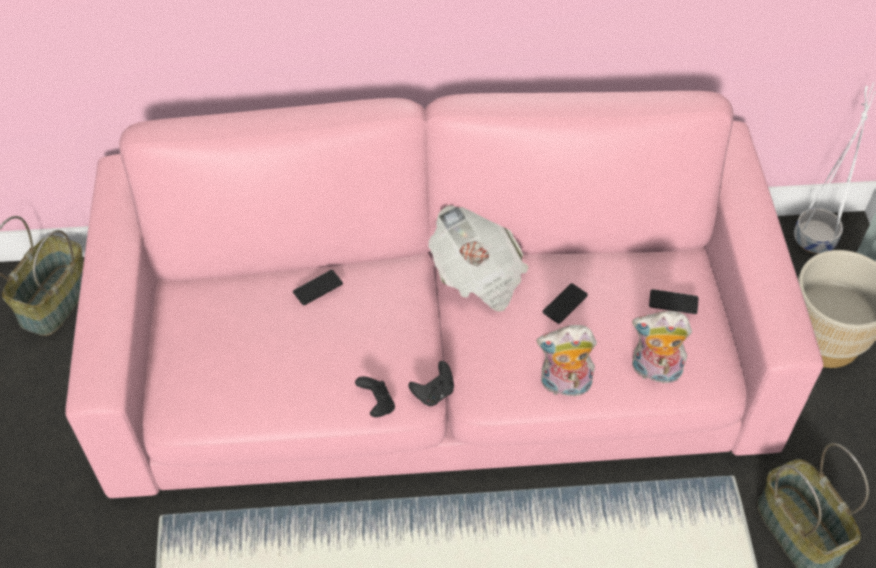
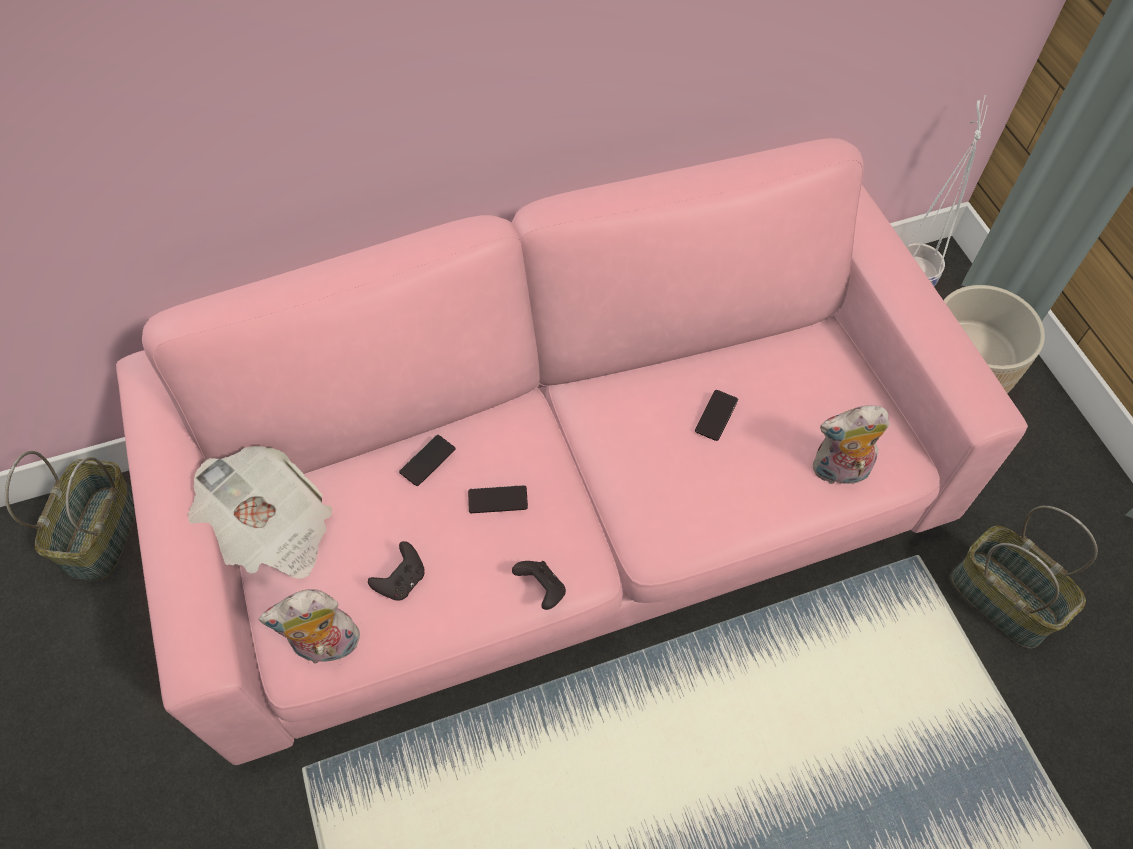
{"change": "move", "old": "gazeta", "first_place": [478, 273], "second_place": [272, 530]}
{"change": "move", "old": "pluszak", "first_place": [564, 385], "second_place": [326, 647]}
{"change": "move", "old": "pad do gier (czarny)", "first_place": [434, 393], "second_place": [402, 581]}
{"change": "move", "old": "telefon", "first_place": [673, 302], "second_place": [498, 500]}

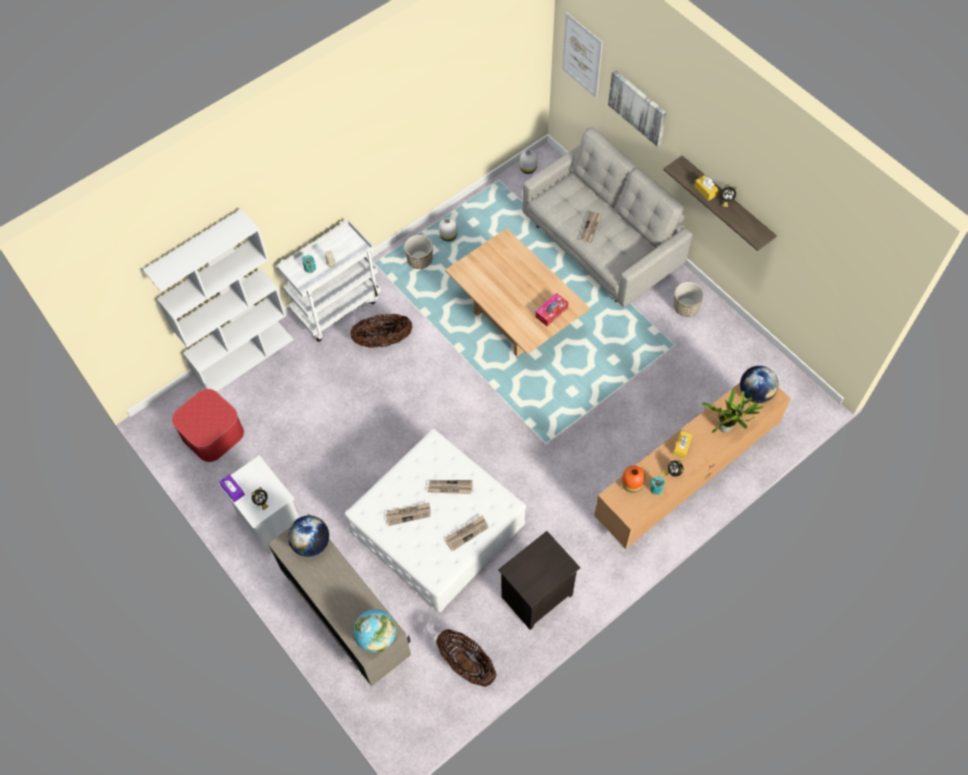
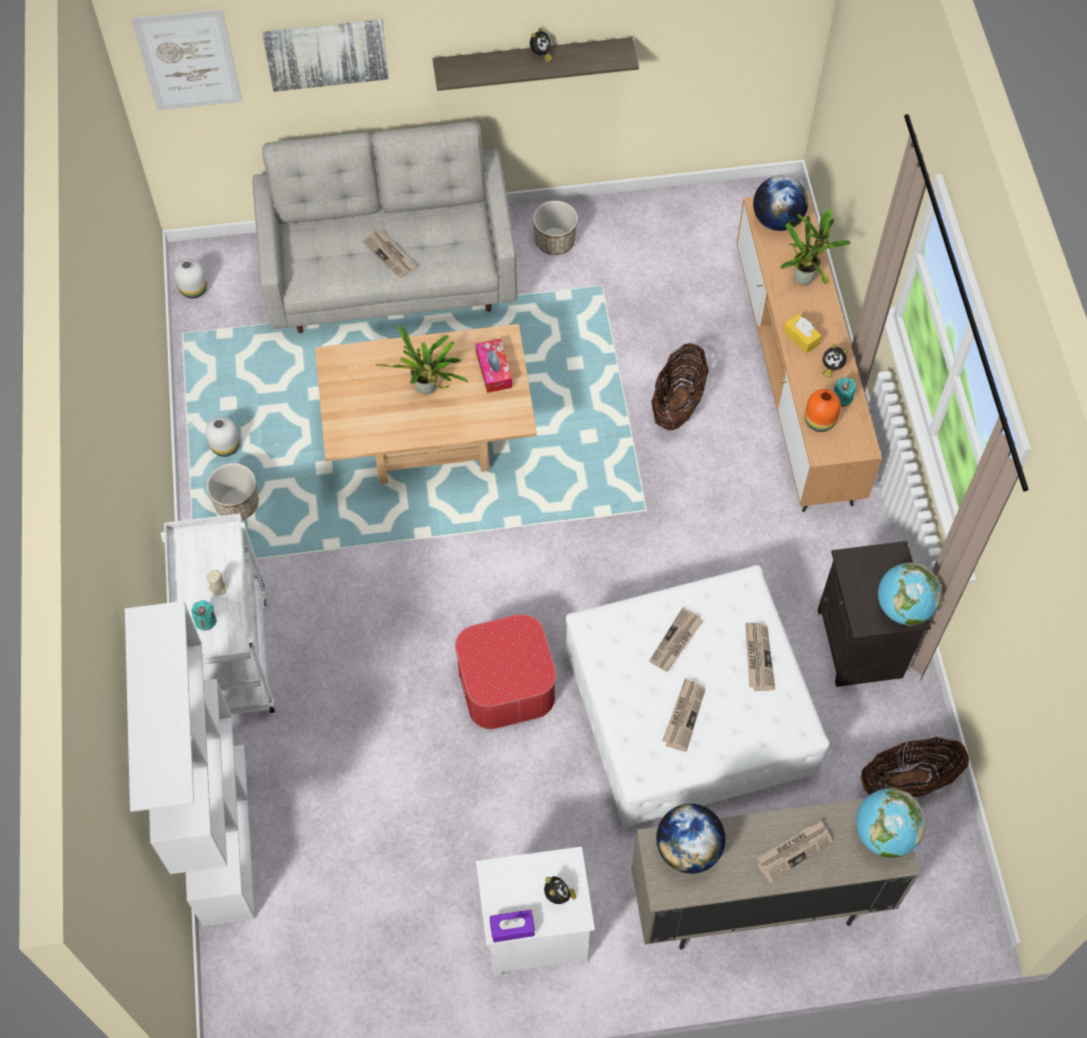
{"change": "insert", "new": "roślina doniczkowa", "second_place": [428, 390]}
{"change": "move", "old": "pufa", "first_place": [212, 433], "second_place": [506, 684]}
{"change": "move", "old": "koszyk", "first_place": [383, 340], "second_place": [677, 404]}
{"change": "insert", "new": "gazeta", "second_place": [794, 851]}
{"change": "insert", "new": "globus", "second_place": [903, 608]}
{"change": "delete", "old": "pudełko chusteczek (żółty)", "first_place": [705, 191]}

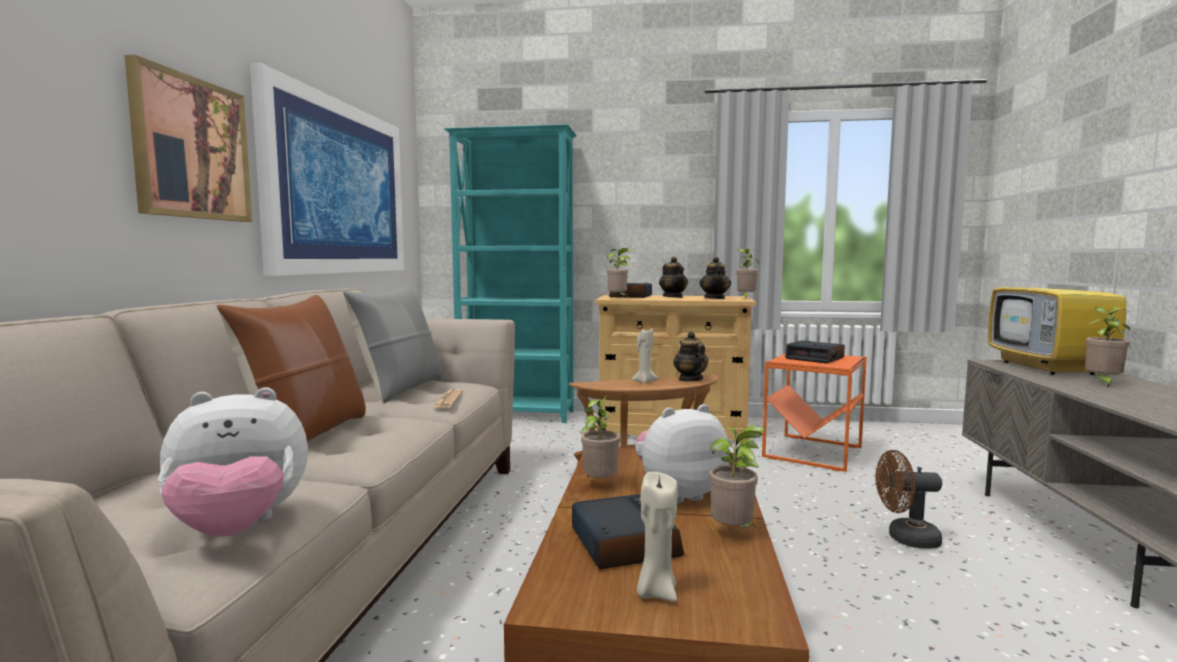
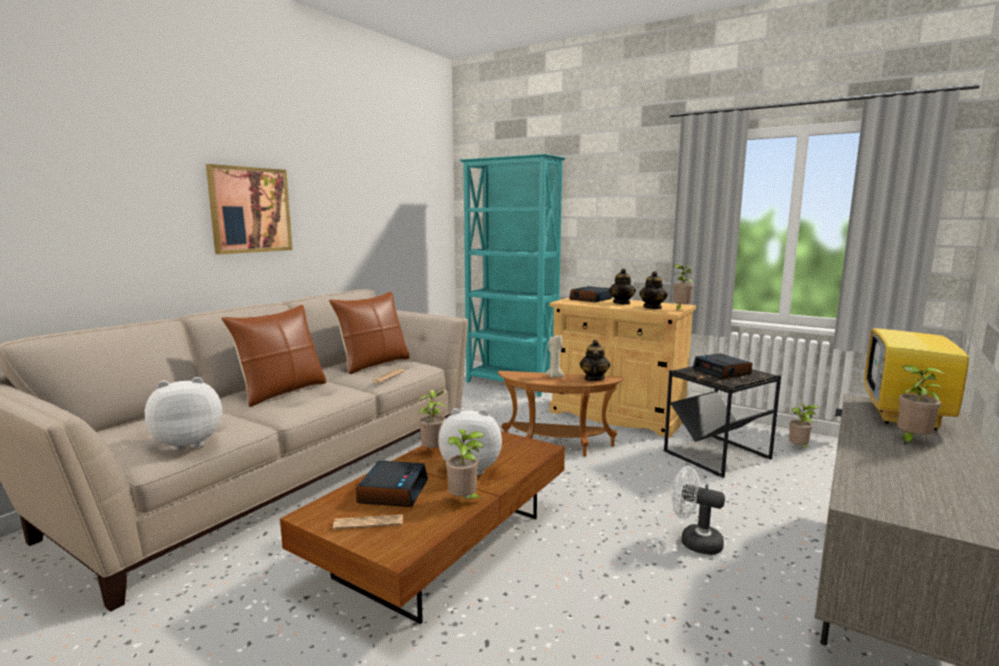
{"change": "rotate", "old": "pluszak", "first_place": [238, 529], "second_place": [189, 443], "degrees": 150}
{"change": "recolor", "old": "poduszka (szary)", "new": "poduszka (brązowy)", "first_place": [400, 389], "second_place": [373, 364]}
{"change": "replace", "old": "świeca (beżowy)", "new": "gazeta", "first_place": [656, 592], "second_place": [368, 523]}
{"change": "recolor", "old": "stolik (pomarańczowy)", "new": "stolik (czarny)", "first_place": [813, 452], "second_place": [718, 455]}
{"change": "recolor", "old": "wentylator (brązowy)", "new": "wentylator (biały)", "first_place": [905, 539], "second_place": [694, 542]}
{"change": "move", "old": "roślina doniczkowa", "first_place": [618, 298], "second_place": [799, 449]}
{"change": "delete", "old": "obraz", "first_place": [339, 188]}

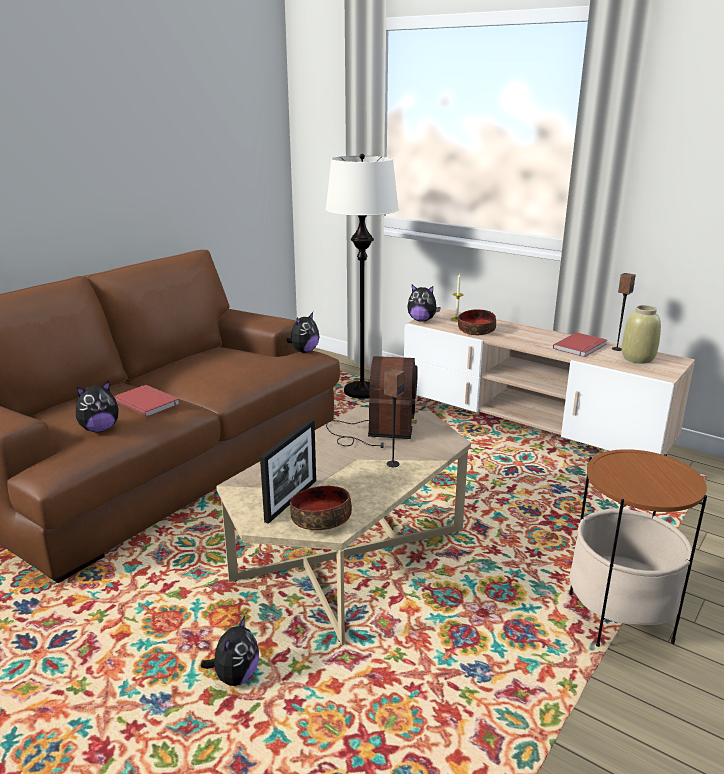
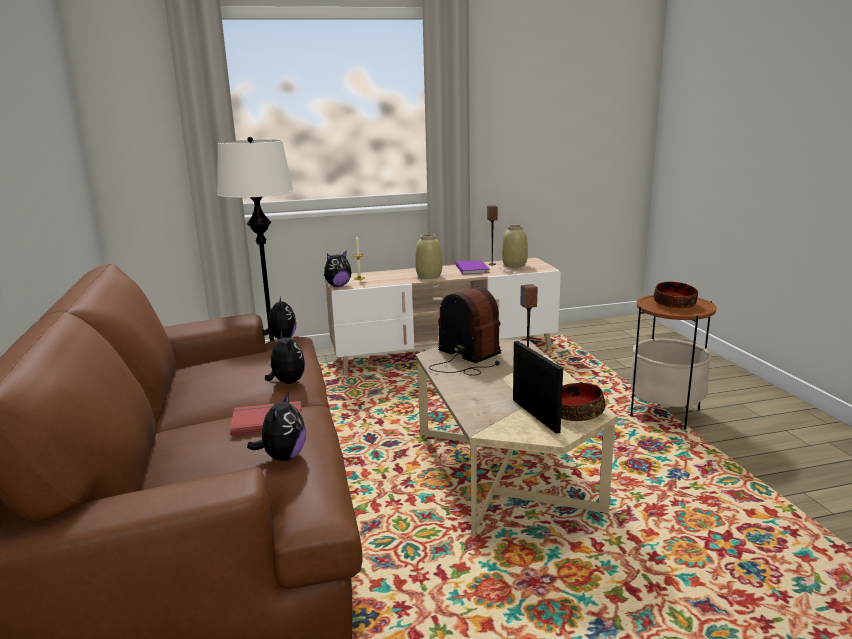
{"change": "move", "old": "pluszak", "first_place": [235, 676], "second_place": [286, 382]}
{"change": "insert", "new": "wazon (beżowy)", "second_place": [429, 276]}
{"change": "recolor", "old": "książka (czerwony)", "new": "książka (fioletowy)", "first_place": [581, 347], "second_place": [473, 269]}
{"change": "move", "old": "miska", "first_place": [476, 330], "second_place": [674, 304]}

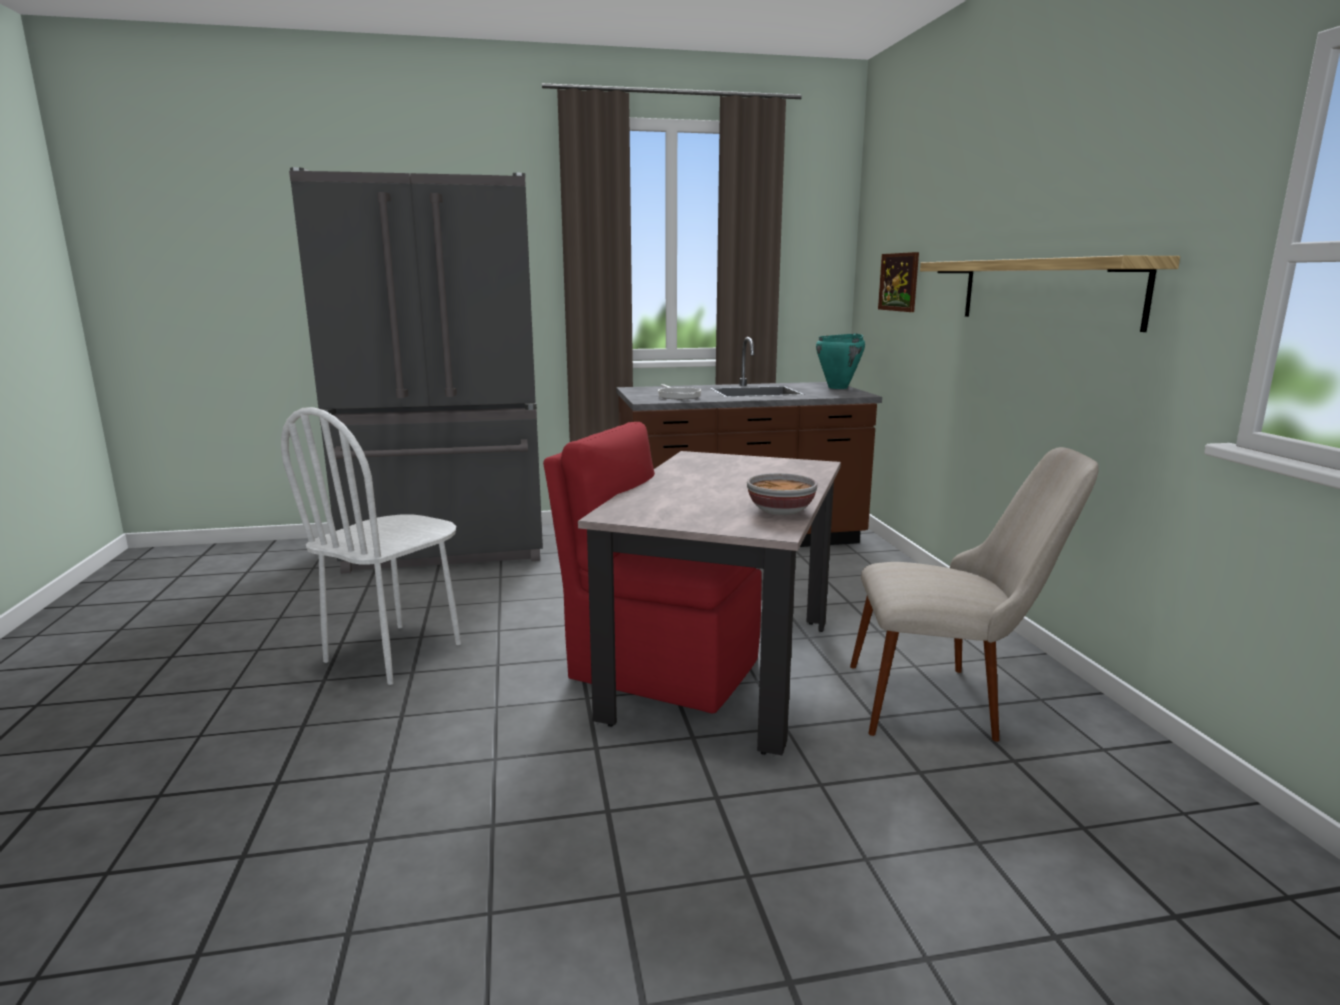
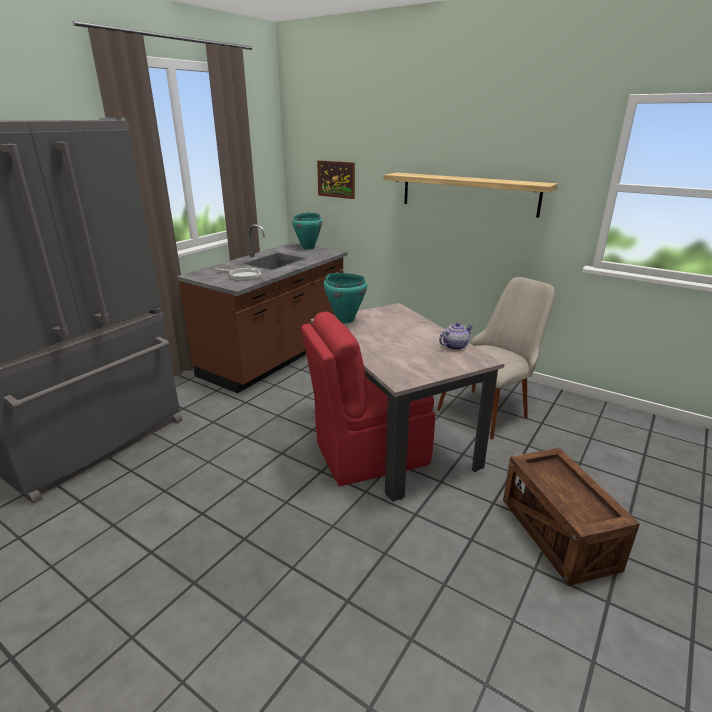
{"change": "insert", "new": "garnek (turkusowy)", "second_place": [345, 320]}
{"change": "replace", "old": "miska", "new": "imbryk", "first_place": [780, 510], "second_place": [454, 346]}
{"change": "insert", "new": "skrzynka", "second_place": [558, 534]}
{"change": "delete", "old": "krzesło (biały)", "first_place": [394, 653]}

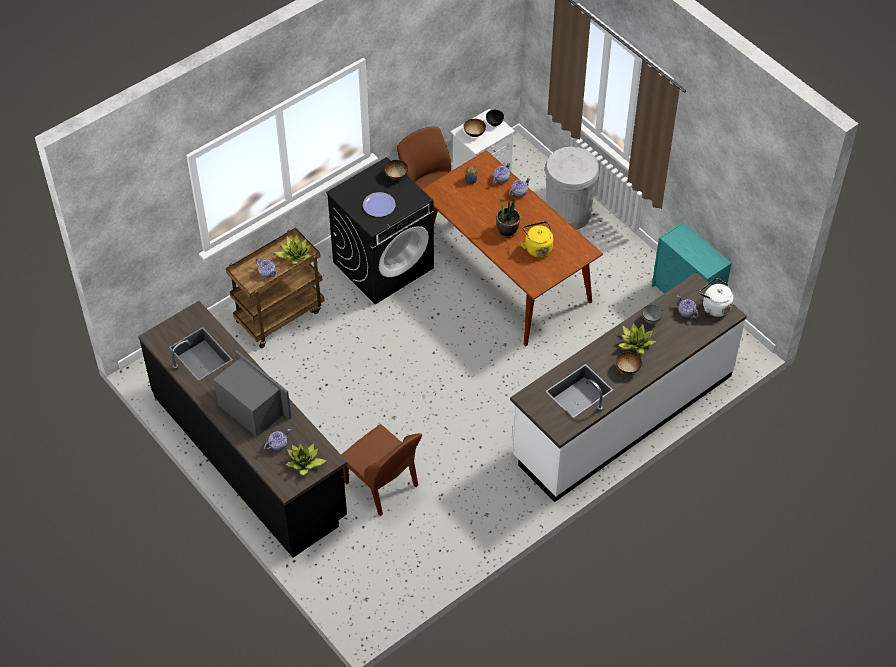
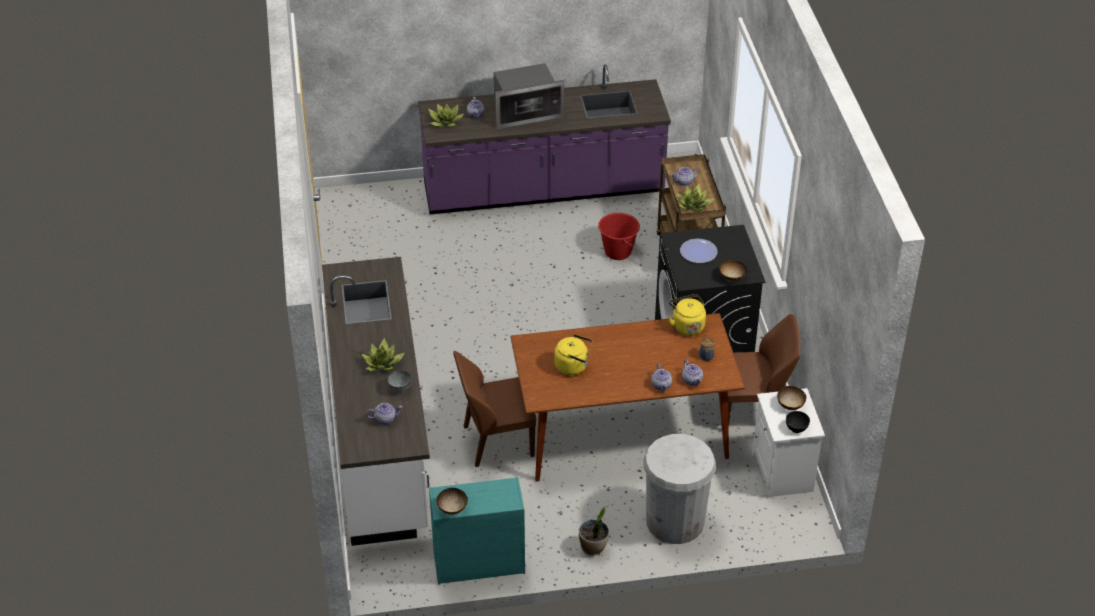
{"change": "recolor", "old": "zabudowa kuchenna (czarny)", "new": "zabudowa kuchenna (fioletowy)", "first_place": [249, 456], "second_place": [543, 190]}
{"change": "move", "old": "miska", "first_place": [628, 368], "second_place": [452, 509]}
{"change": "move", "old": "krzesło (brązowy)", "first_place": [382, 486], "second_place": [496, 441]}
{"change": "move", "old": "roślina doniczkowa", "first_place": [507, 230], "second_place": [593, 547]}
{"change": "insert", "new": "wiadro (czerwony)", "second_place": [617, 252]}
{"change": "insert", "new": "czajnik (żółty)", "second_place": [687, 325]}
{"change": "delete", "old": "czajnik (biały)", "first_place": [714, 306]}

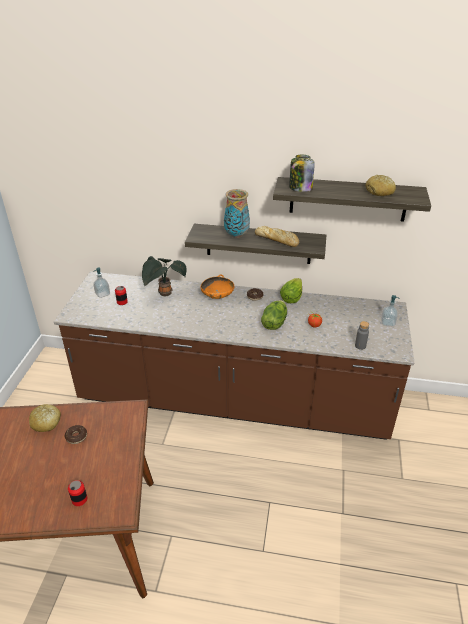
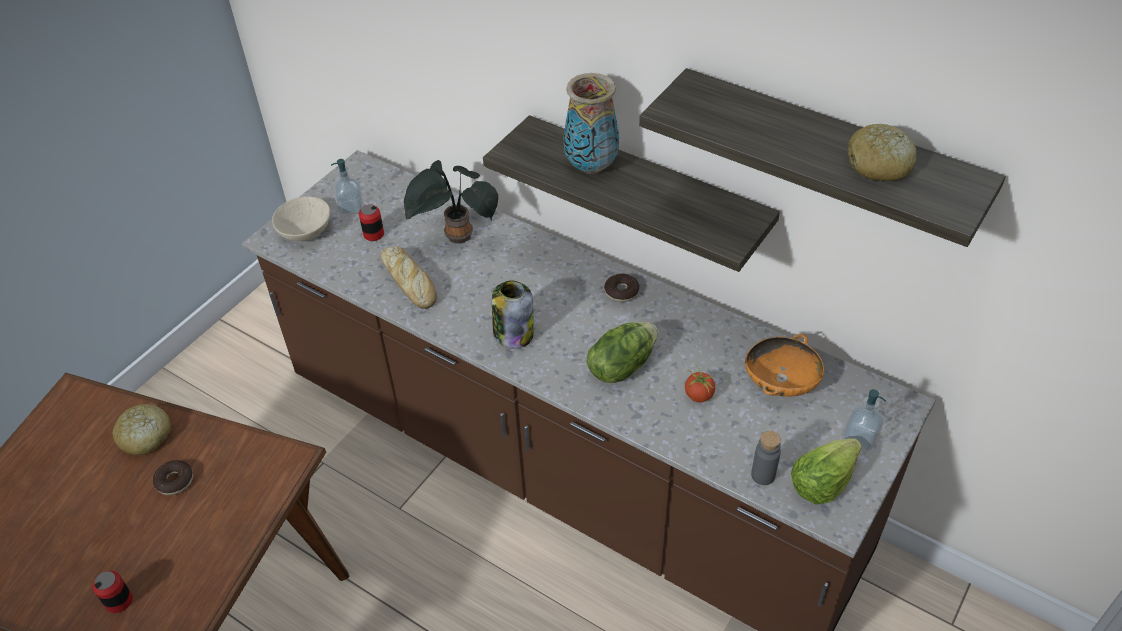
{"change": "insert", "new": "miska (beżowy)", "second_place": [306, 231]}
{"change": "move", "old": "chleb", "first_place": [277, 240], "second_place": [410, 282]}
{"change": "move", "old": "słoik", "first_place": [300, 188], "second_place": [513, 333]}
{"change": "move", "old": "miska (pomarańczowy)", "first_place": [217, 296], "second_place": [781, 382]}
{"change": "move", "old": "sałata", "first_place": [291, 298], "second_place": [821, 483]}

